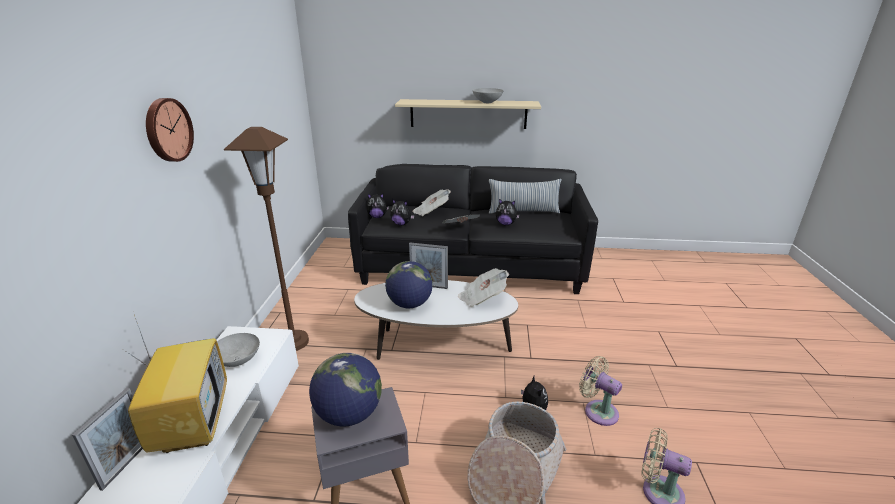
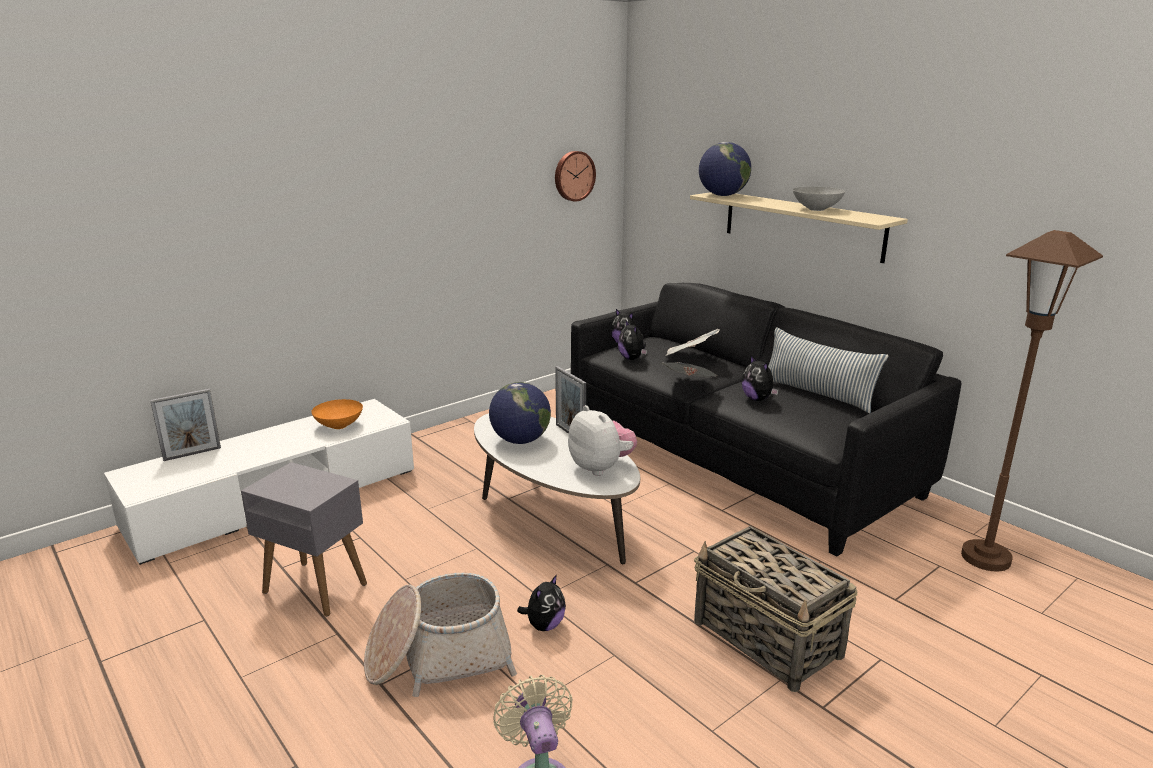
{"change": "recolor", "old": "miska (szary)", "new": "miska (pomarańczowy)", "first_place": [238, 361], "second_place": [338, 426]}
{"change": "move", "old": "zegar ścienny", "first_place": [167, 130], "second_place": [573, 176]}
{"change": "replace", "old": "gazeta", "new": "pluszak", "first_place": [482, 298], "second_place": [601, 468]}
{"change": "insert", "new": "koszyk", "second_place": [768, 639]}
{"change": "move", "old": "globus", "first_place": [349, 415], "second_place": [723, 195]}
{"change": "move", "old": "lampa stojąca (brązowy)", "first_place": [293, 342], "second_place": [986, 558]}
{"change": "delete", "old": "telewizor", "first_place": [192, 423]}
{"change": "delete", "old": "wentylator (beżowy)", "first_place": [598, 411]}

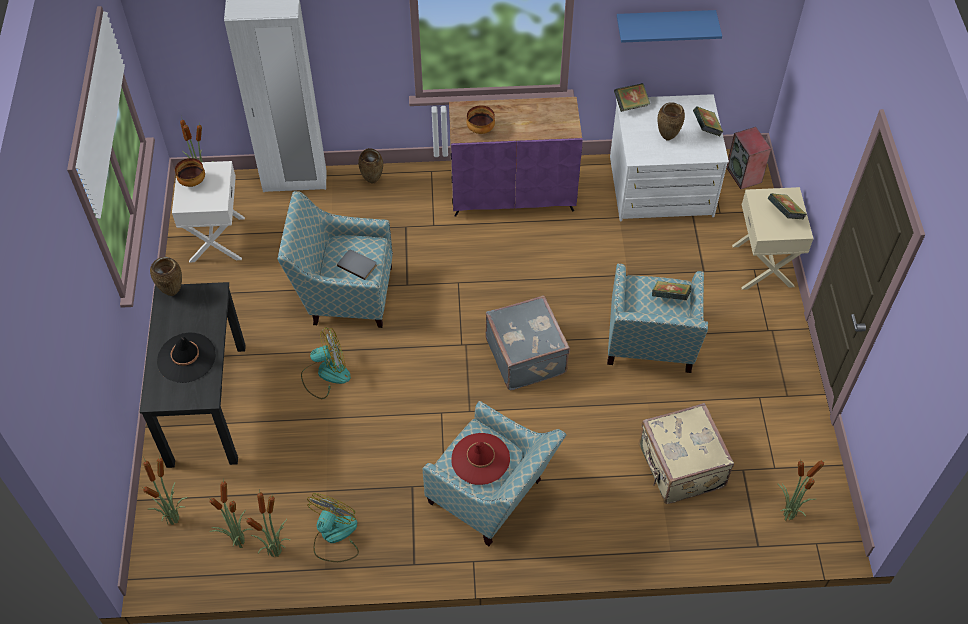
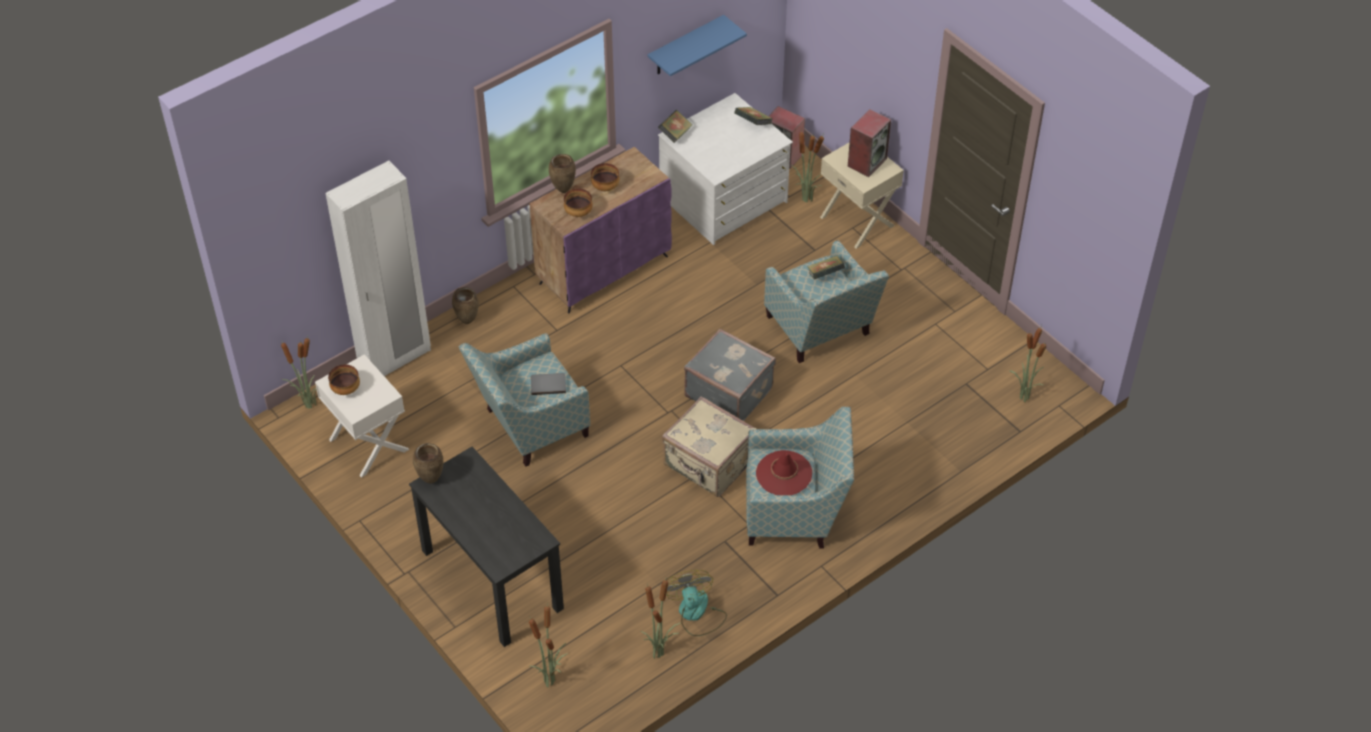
{"change": "move", "old": "wazon (brązowy)", "first_place": [667, 137], "second_place": [563, 190]}
{"change": "insert", "new": "miska", "second_place": [605, 187]}
{"change": "move", "old": "walizka (beżowy)", "first_place": [679, 467], "second_place": [708, 464]}
{"change": "move", "old": "roślina doniczkowa", "first_place": [238, 542], "second_place": [806, 199]}
{"change": "replace", "old": "książka", "new": "głośnik", "first_place": [784, 213], "second_place": [867, 161]}
{"change": "delete", "old": "kapelusz (czarny)", "first_place": [186, 358]}
{"change": "delete", "old": "wentylator", "first_place": [325, 374]}

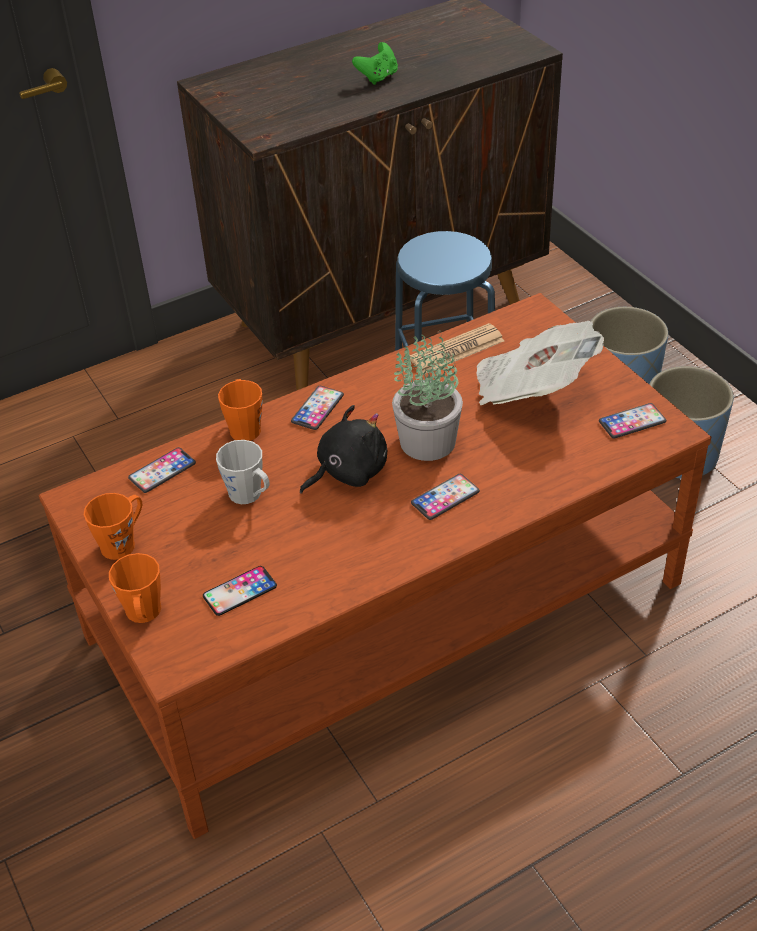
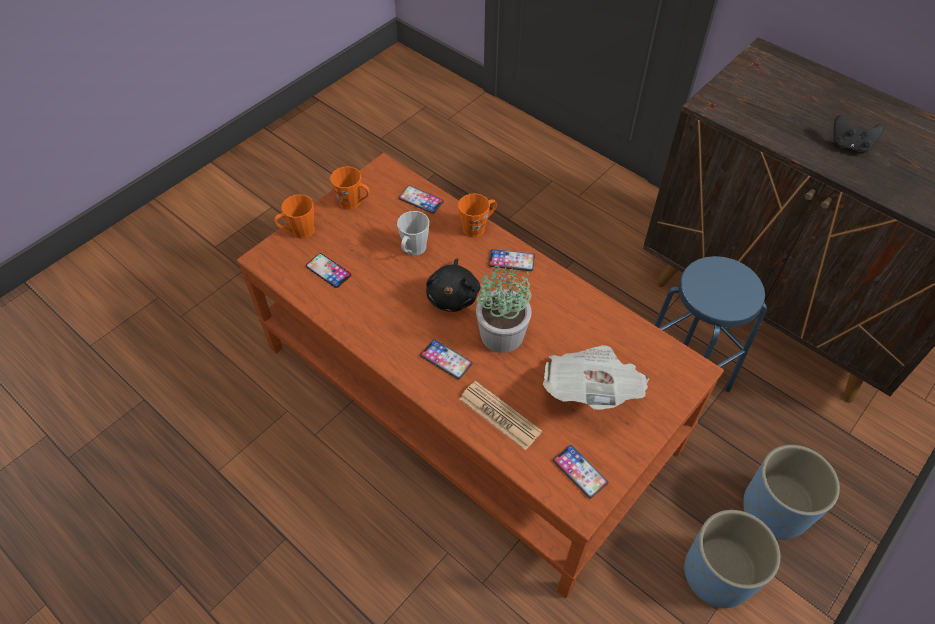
{"change": "rotate", "old": "pluszak (czarny)", "first_place": [348, 472], "second_place": [453, 296], "degrees": 60}
{"change": "move", "old": "gazeta", "first_place": [457, 350], "second_place": [499, 415]}
{"change": "recolor", "old": "pad do gier (zielony)", "new": "pad do gier (czarny)", "first_place": [378, 77], "second_place": [849, 145]}

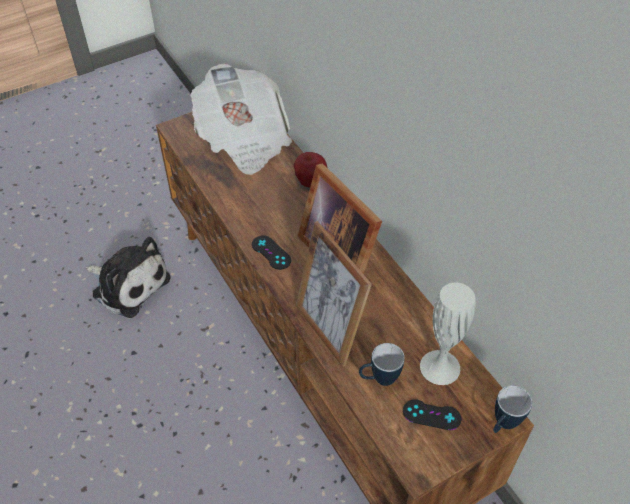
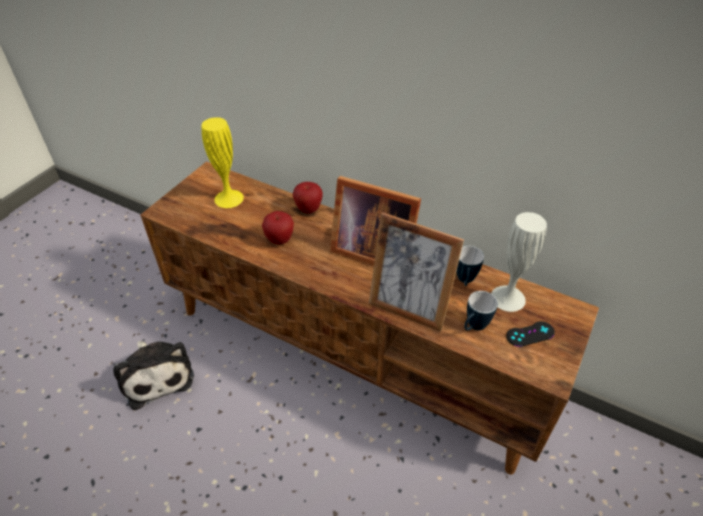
{"change": "rotate", "old": "pluszak", "first_place": [128, 284], "second_place": [157, 375], "degrees": 60}
{"change": "replace", "old": "gazeta", "new": "wazon (żółty)", "first_place": [243, 139], "second_place": [229, 198]}
{"change": "insert", "new": "jabłko", "second_place": [279, 240]}
{"change": "move", "old": "kubek", "first_place": [502, 425], "second_place": [465, 281]}
{"change": "delete", "old": "pad do gier (czarny)", "first_place": [271, 252]}

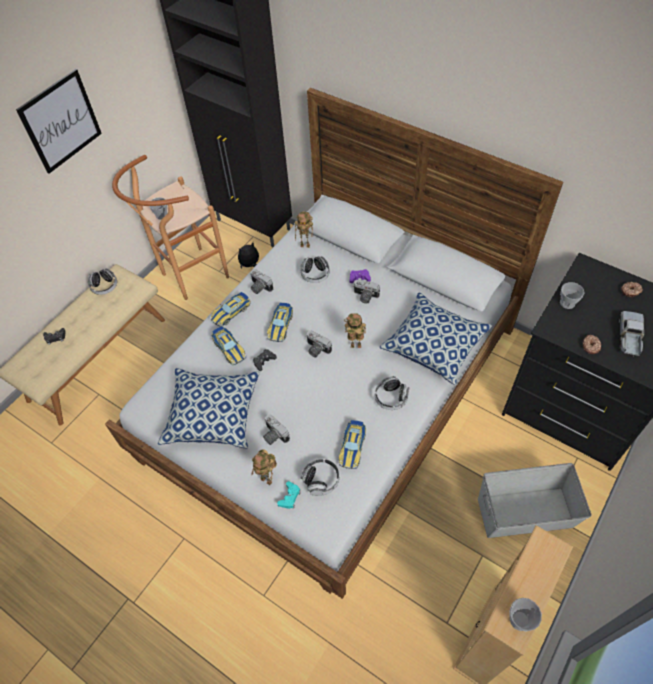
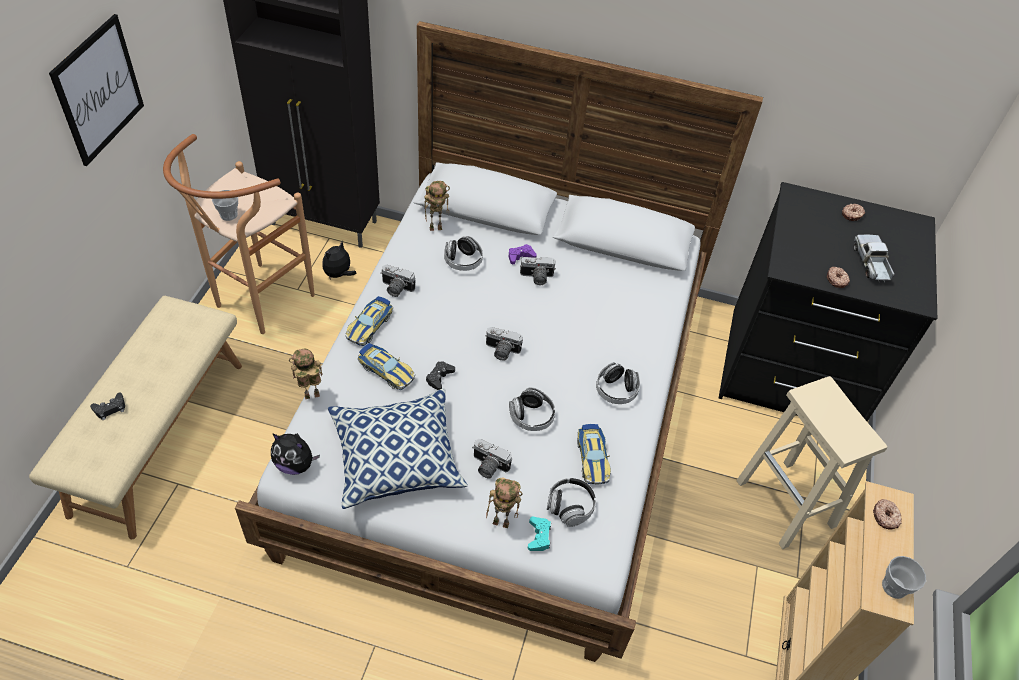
{"change": "insert", "new": "pluszak", "second_place": [295, 464]}
{"change": "move", "old": "robot zabawkowy", "first_place": [355, 347], "second_place": [311, 397]}
{"change": "move", "old": "słuchawki", "first_place": [104, 286], "second_place": [531, 417]}
{"change": "replace", "old": "pojemnik do przechowywania (szary)", "new": "stołek (beżowy)", "first_place": [525, 513], "second_place": [786, 504]}
{"change": "insert", "new": "donut", "second_place": [885, 517]}
{"change": "delete", "old": "samochodzik", "first_place": [280, 325]}
{"change": "delete", "old": "poduszka", "first_place": [434, 345]}
{"change": "delete", "old": "filiżanka", "first_place": [567, 303]}

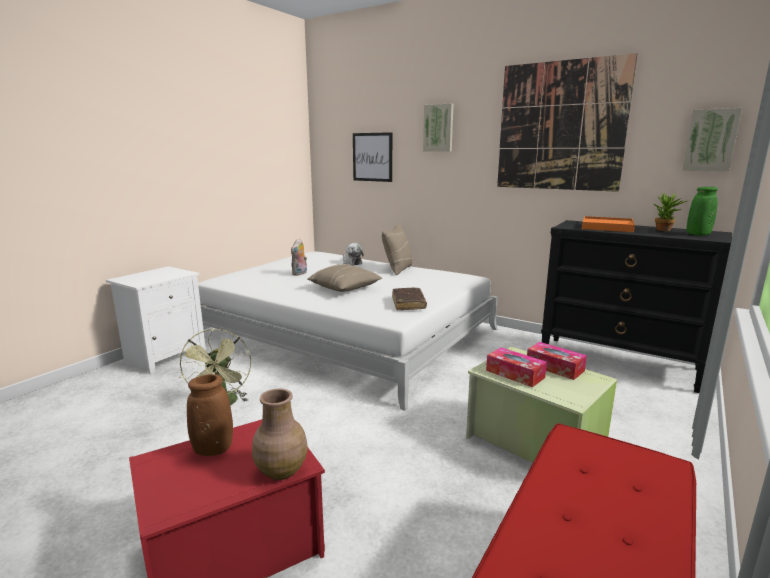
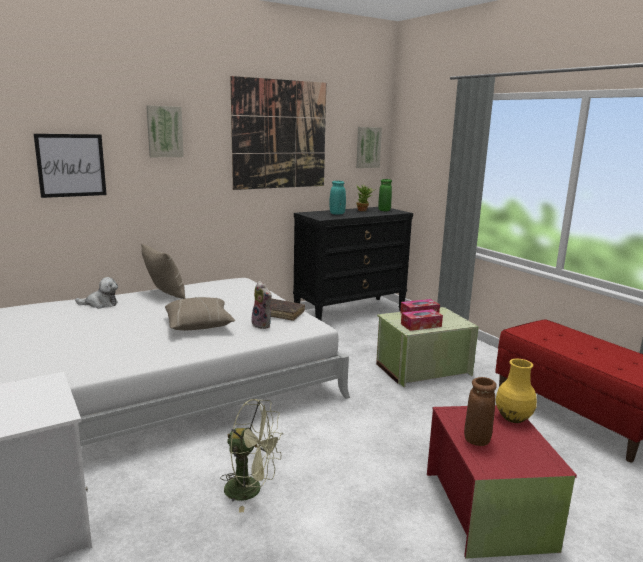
{"change": "move", "old": "pluszak", "first_place": [300, 274], "second_place": [263, 325]}
{"change": "replace", "old": "taca (pomarańczowy)", "new": "wazon (turkusowy)", "first_place": [607, 227], "second_place": [337, 214]}
{"change": "recolor", "old": "wazon (brązowy)", "new": "wazon (żółty)", "first_place": [281, 470], "second_place": [512, 417]}

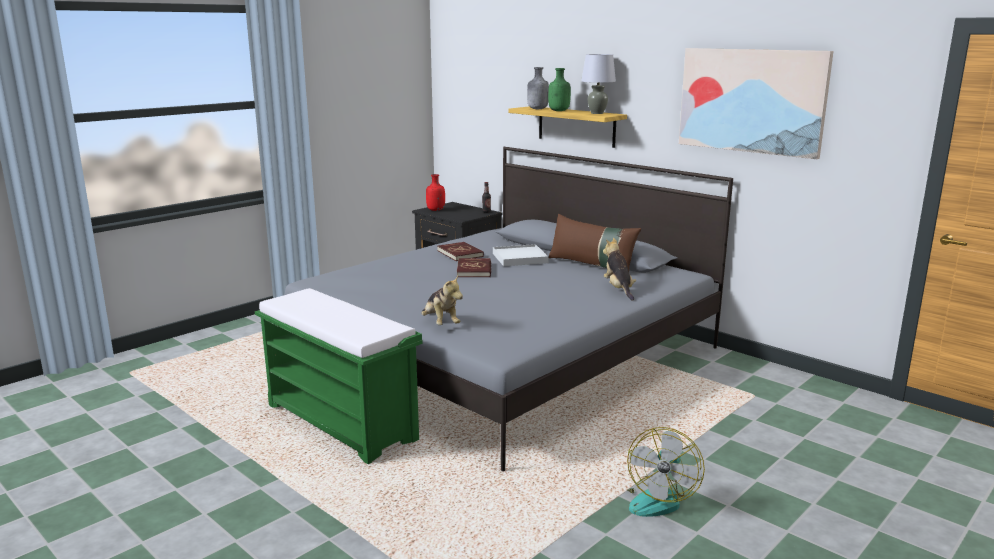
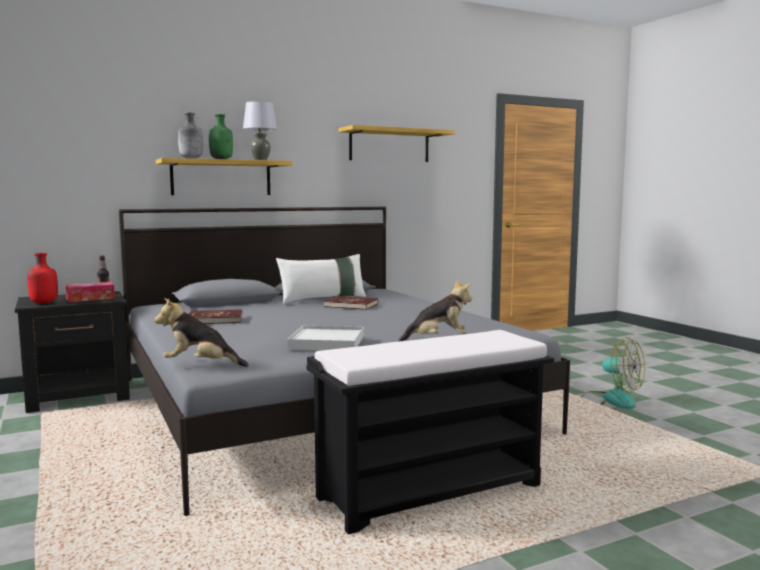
{"change": "insert", "new": "pudełko chusteczek", "second_place": [90, 298]}
{"change": "move", "old": "pluszak", "first_place": [618, 289], "second_place": [201, 365]}
{"change": "recolor", "old": "poduszka (brązowy)", "new": "poduszka (biały)", "first_place": [592, 265], "second_place": [323, 299]}
{"change": "move", "old": "taca (biały)", "first_place": [520, 258], "second_place": [327, 342]}
{"change": "recolor", "old": "ławka (zielony)", "new": "ławka (czarny)", "first_place": [342, 423], "second_place": [431, 491]}
{"change": "move", "old": "książka (czerwony)", "first_place": [474, 270], "second_place": [351, 305]}
{"change": "replace", "old": "obraz", "new": "półka", "first_place": [751, 100], "second_place": [389, 145]}

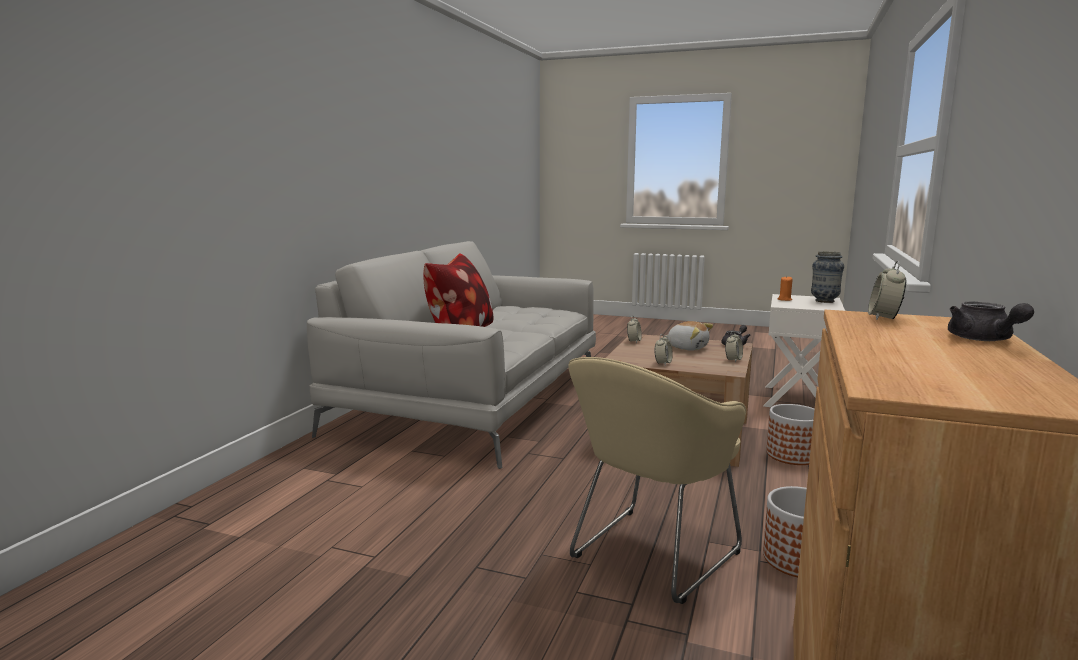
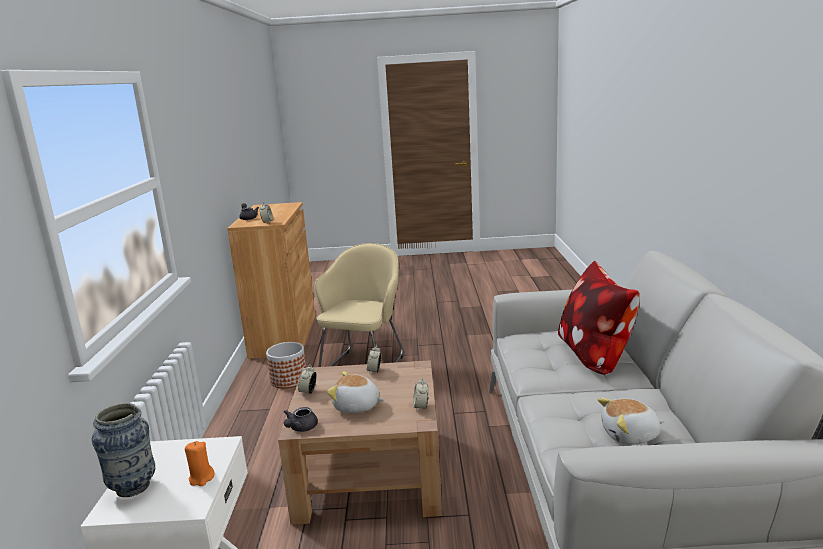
{"change": "insert", "new": "pluszak", "second_place": [630, 436]}
{"change": "delete", "old": "donica", "first_place": [792, 455]}

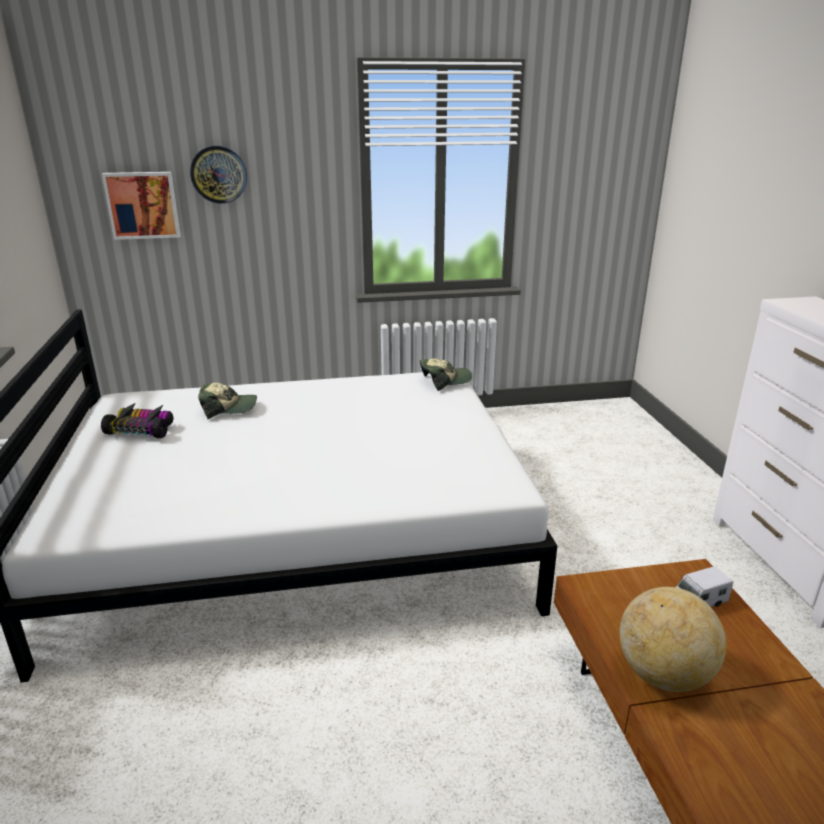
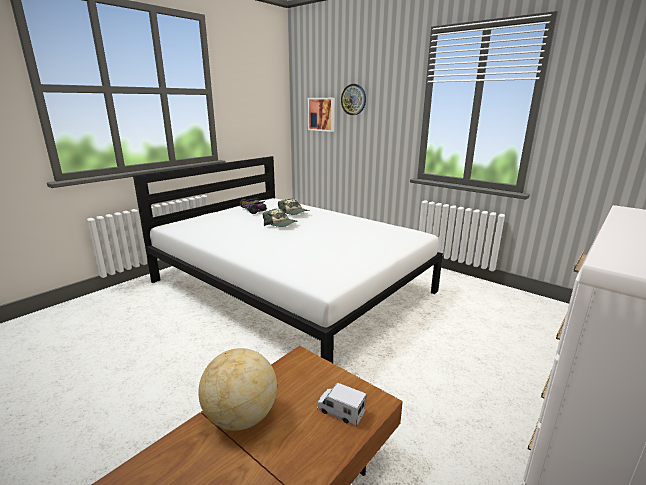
{"change": "move", "old": "czapka z daszkiem", "first_place": [445, 381], "second_place": [281, 224]}

